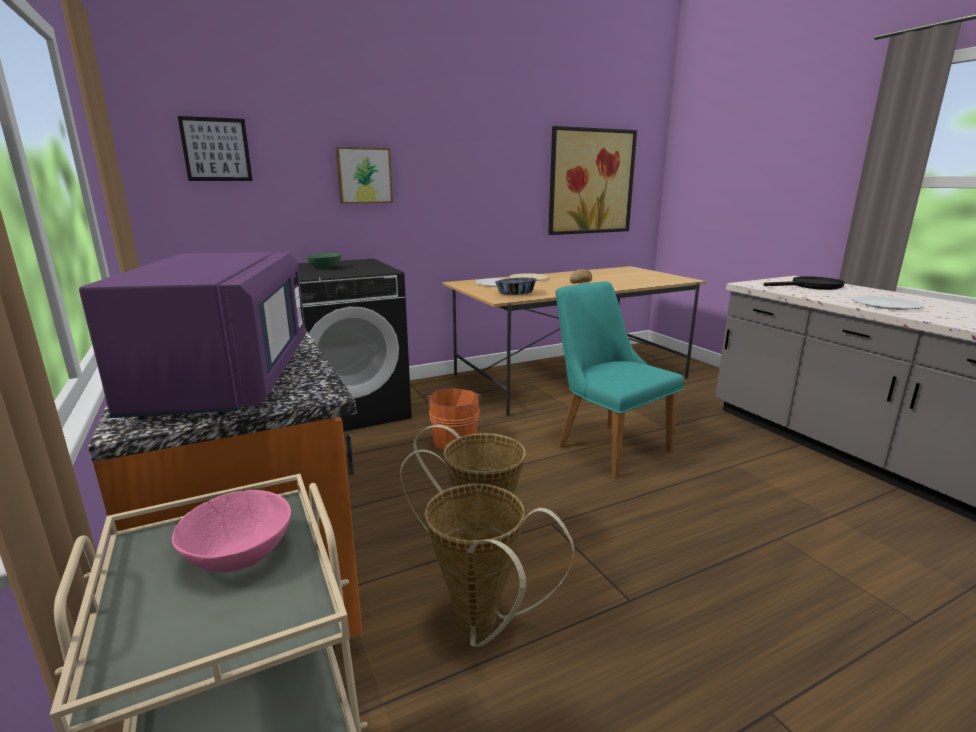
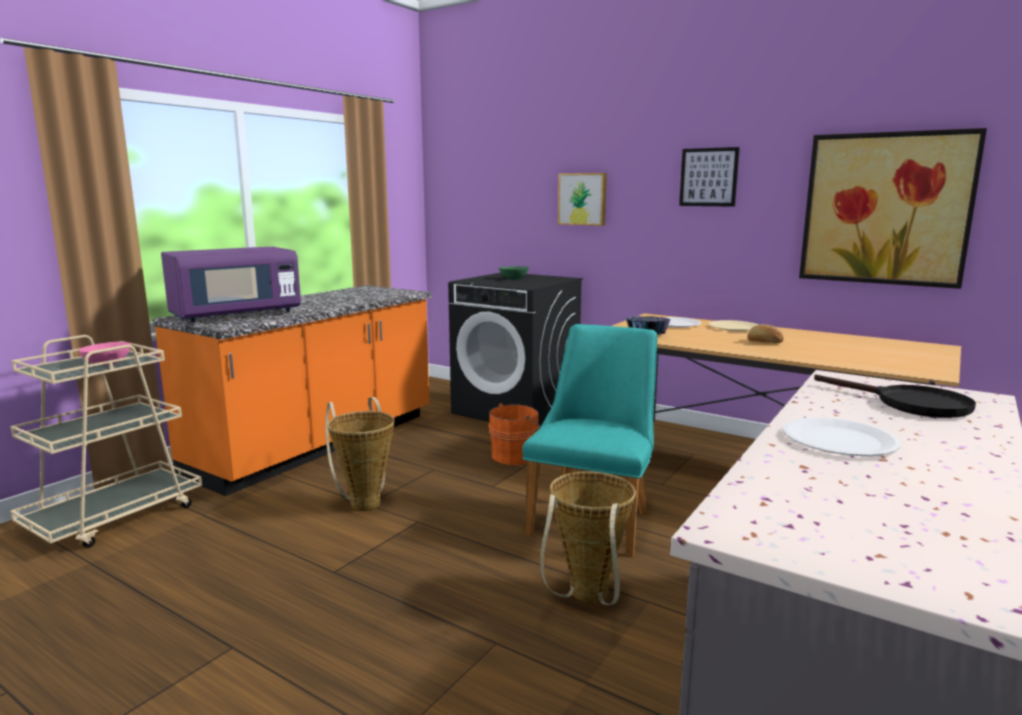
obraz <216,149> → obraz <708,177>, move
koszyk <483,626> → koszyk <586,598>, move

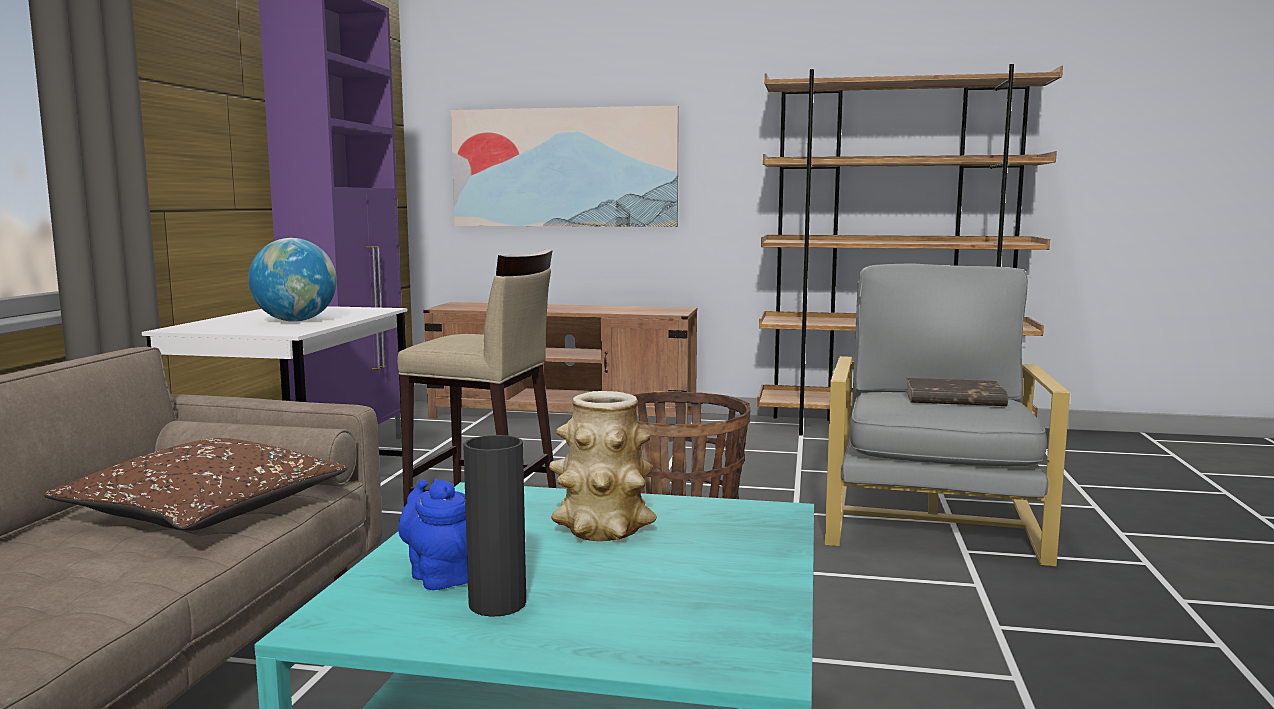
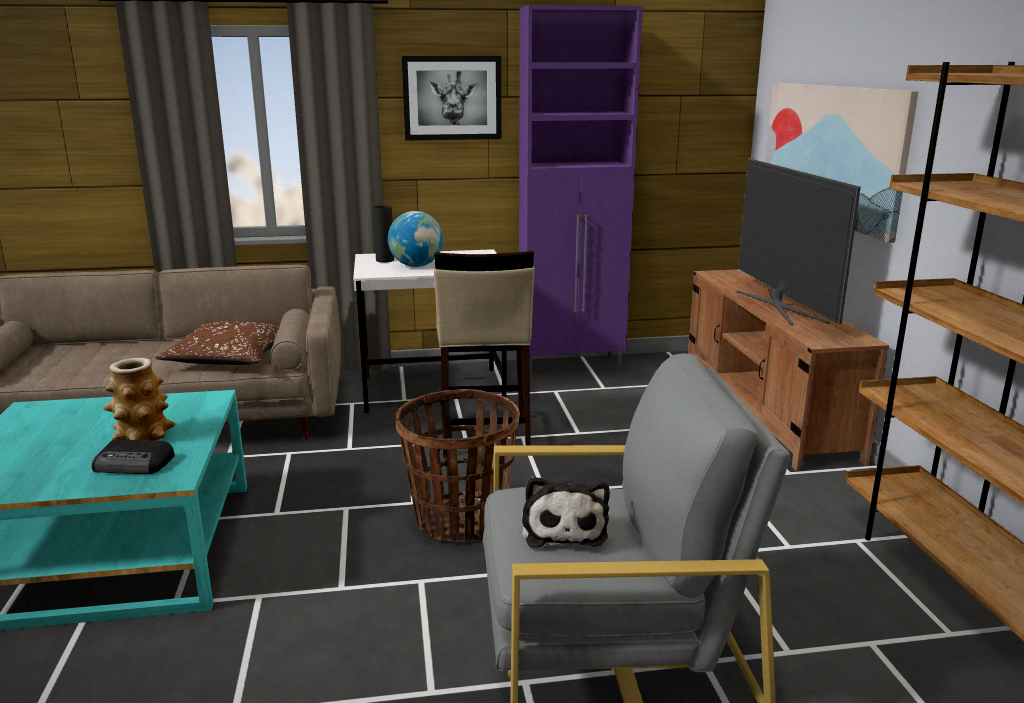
imbryk (niebieski) <440,575> → -
- → radio <134,464>
- → obraz <452,98>
- → telewizor <780,306>
wazon (czarny) <497,604> → wazon (czarny) <385,260>, move
książka (brązowy) <953,399> → pluszak <564,528>

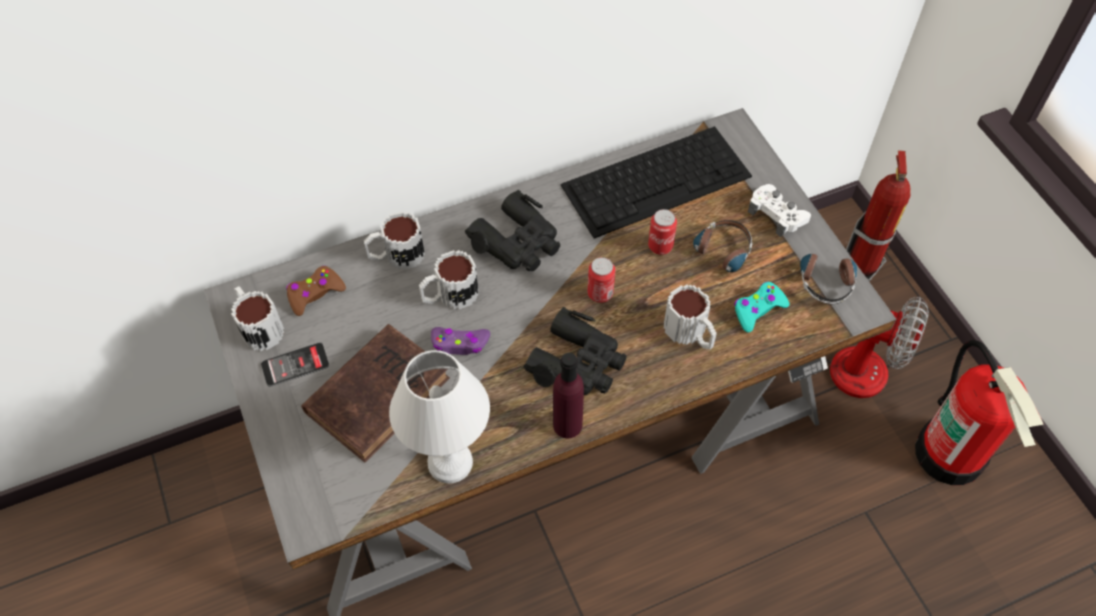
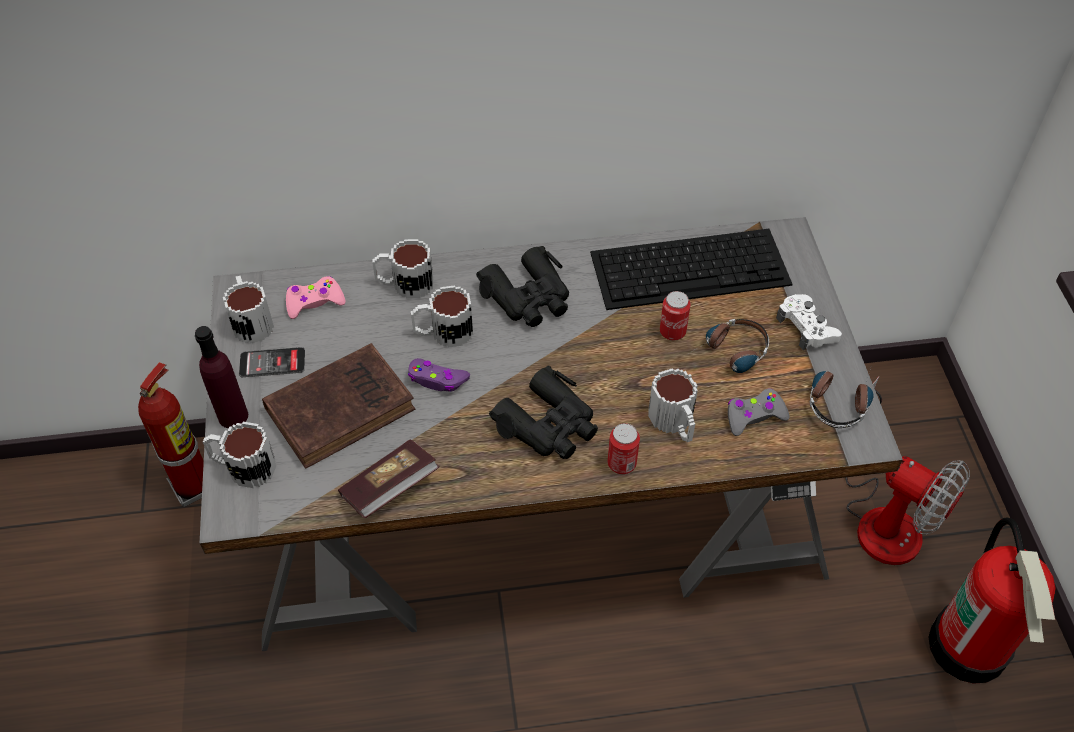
- → kubek <243,467>
butelka (fioletowy) <567,425> → butelka (fioletowy) <233,416>, move
puszka <600,293> → puszka <621,463>, move
gaśnica <862,265> → gaśnica <194,485>, move
lampa stołowa (biały) <452,461> → książka <390,489>
pad do gier (brązowy) <315,294> → pad do gier (różowy) <314,302>
pad do gier (turkusowy) <758,310> → pad do gier (szary) <754,416>

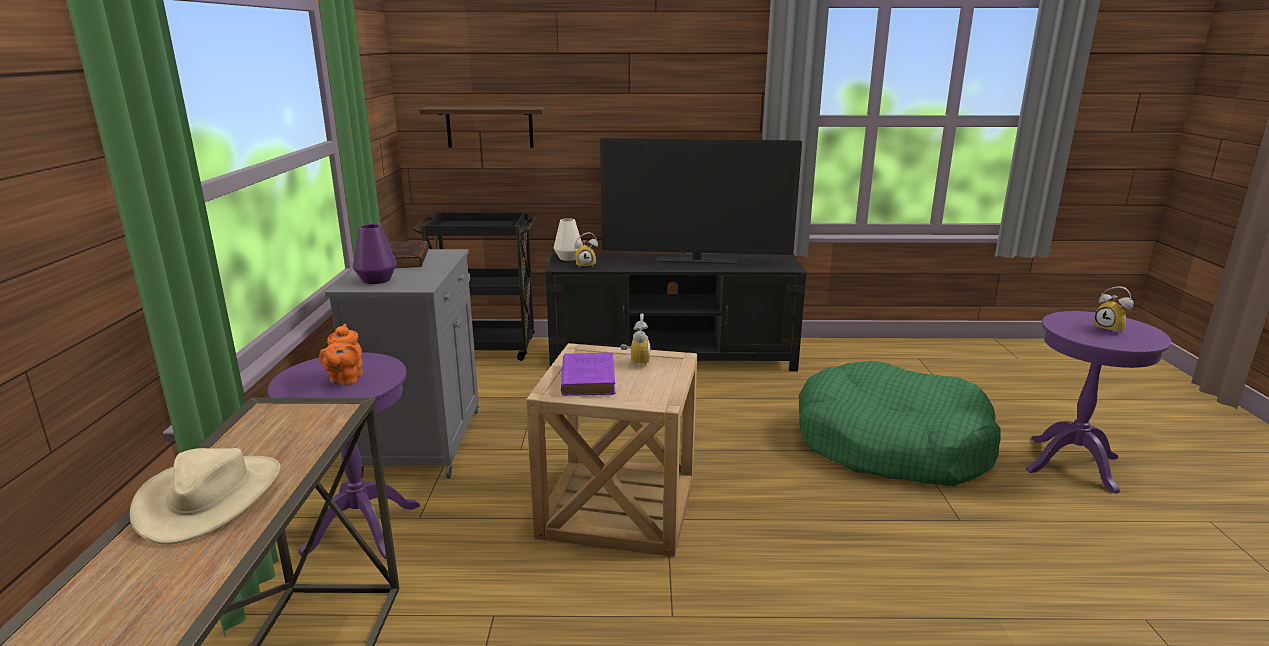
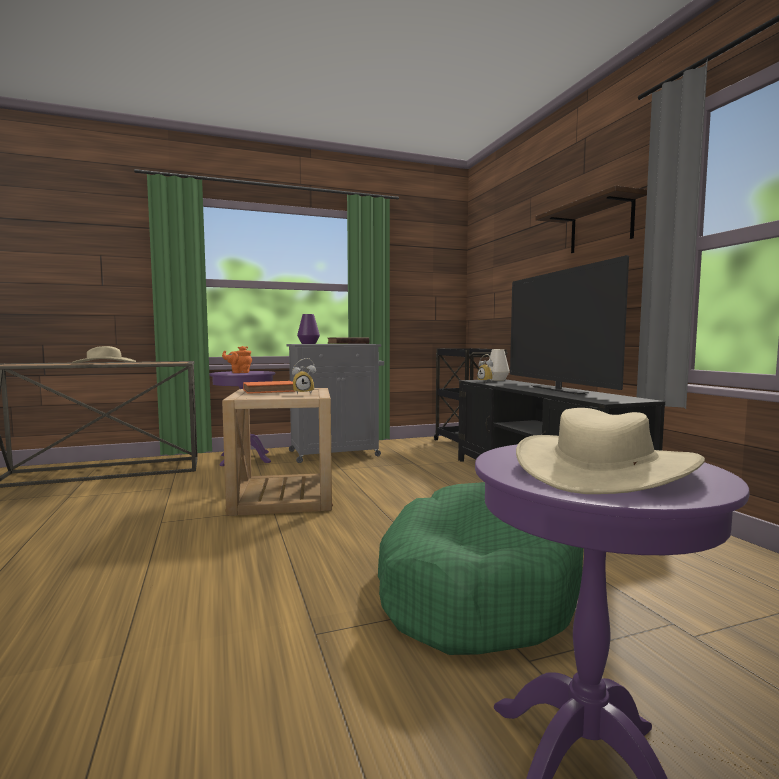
półka <489,126> → półka <601,226>, move
budzik <1111,329> → kapelusz (beżowy) <605,469>
książka (fioletowy) <588,378> → książka (pomarańczowy) <271,391>

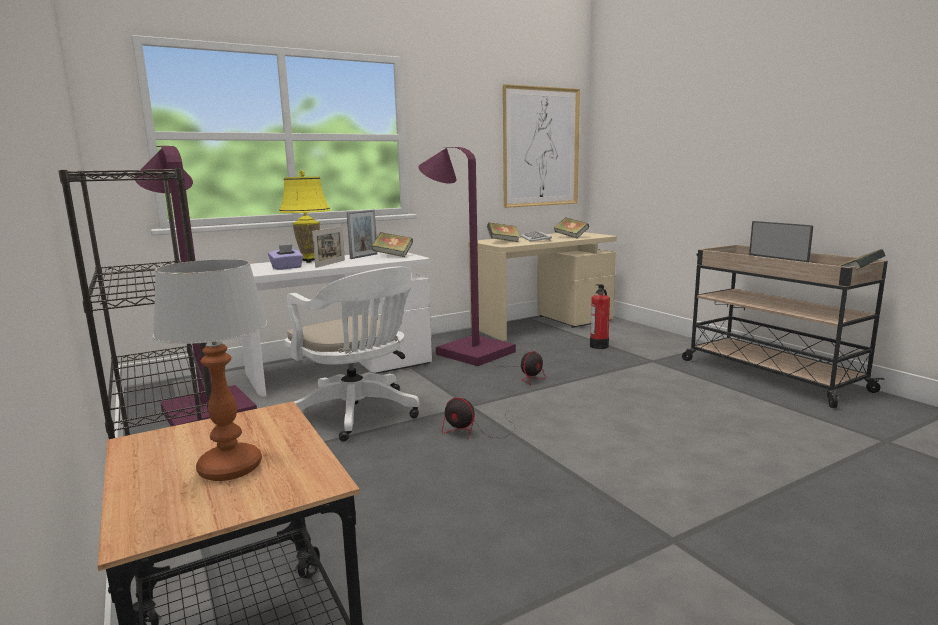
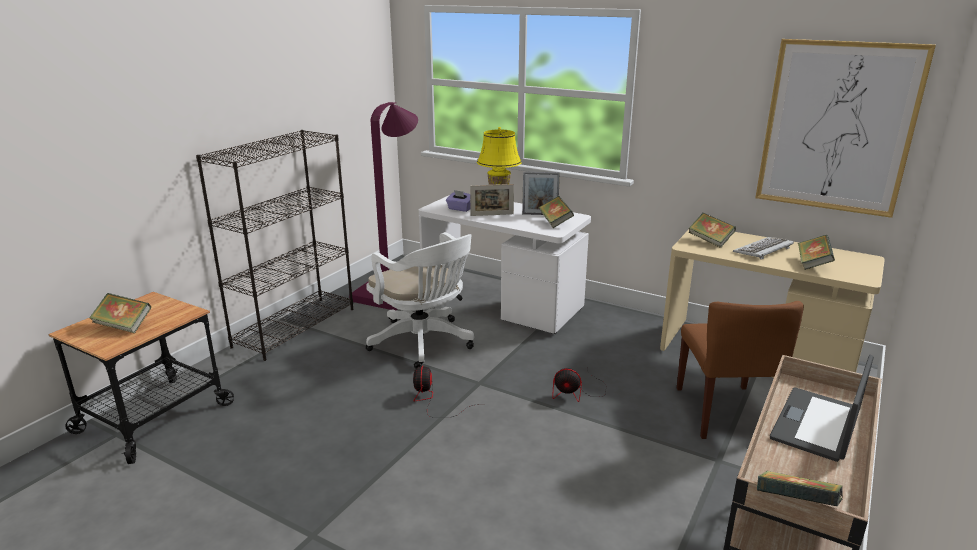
lampa stojąca (fioletowy) <467,351> → -
lampa stołowa <231,468> → książka <124,326>
gaśnica <599,346> → krzesło (brązowy) <725,412>
krzesło biurowe (biały) <358,414> → krzesło biurowe (biały) <424,344>, 60 degrees counterclockwise

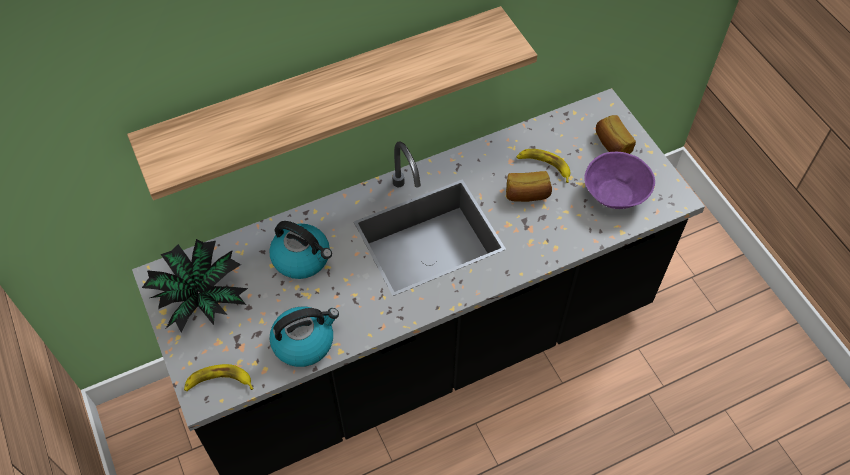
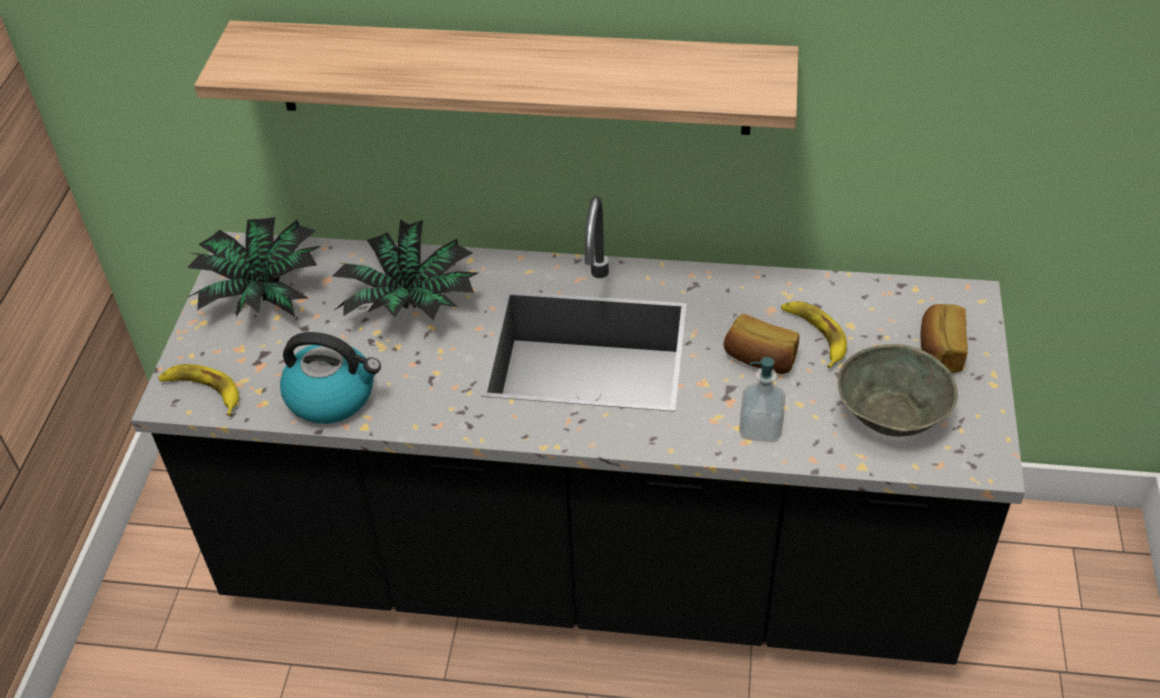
- → dozownik mydła <760,428>
czajnik <302,258> → roślina doniczkowa <410,304>
miska (fioletowy) <615,195> → miska (szary) <891,416>

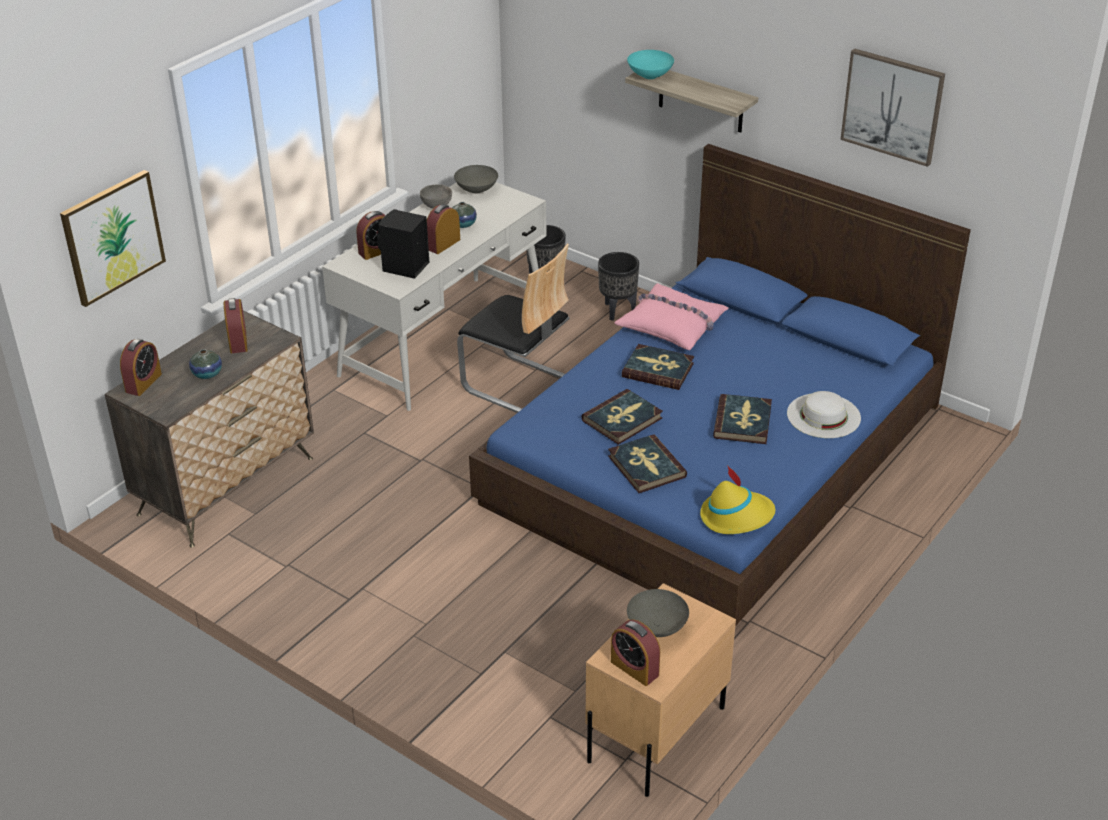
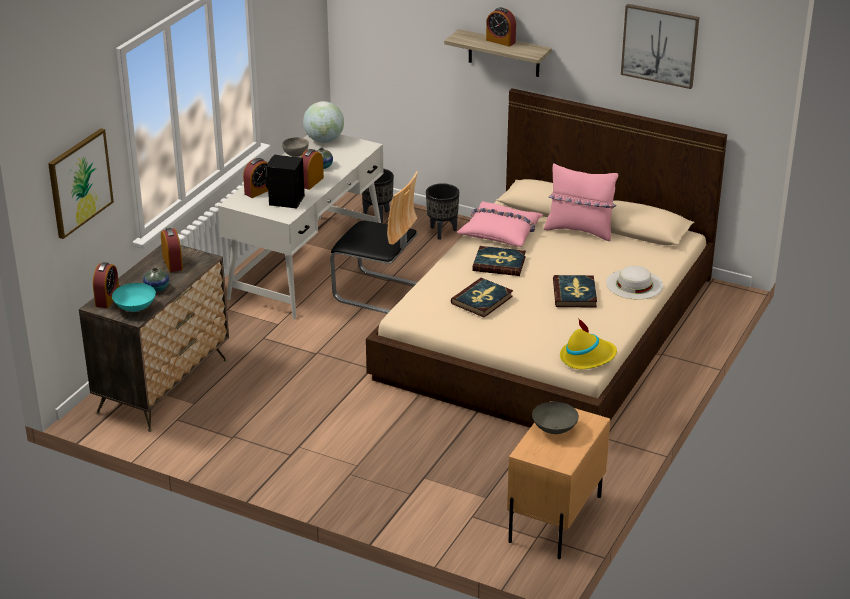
książka <646,467> → -
- → poduszka (różowy) <579,230>
budzik <634,668> → budzik <500,41>, move
miska (turkusowy) <649,76> → miska (turkusowy) <135,308>, move
miska (szary) <476,189> → globus <324,140>
łóżko (niebieski) <715,453> → łóżko (beżowy) <547,327>

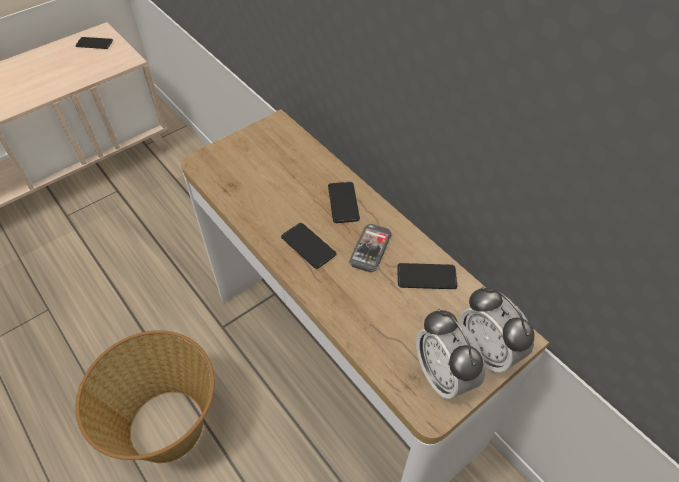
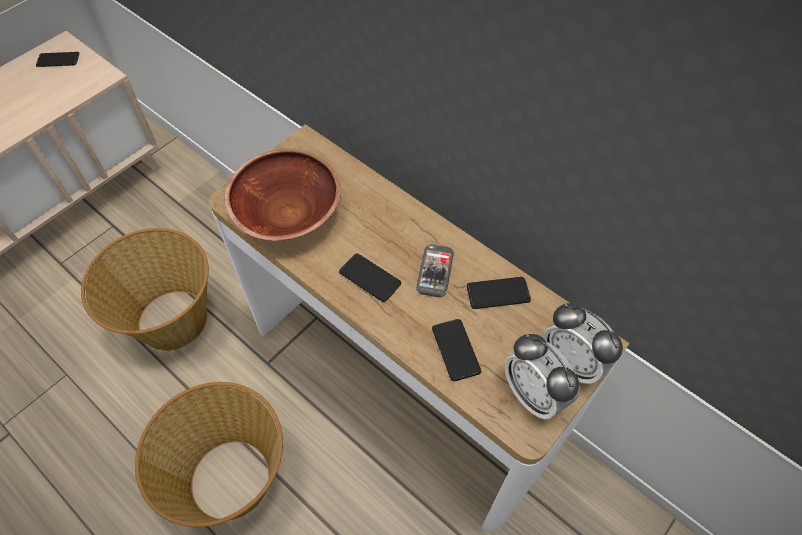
- → koszyk <171,320>
- → miska (brązowy) <287,213>
telefon <343,203> → telefon <455,350>, move

